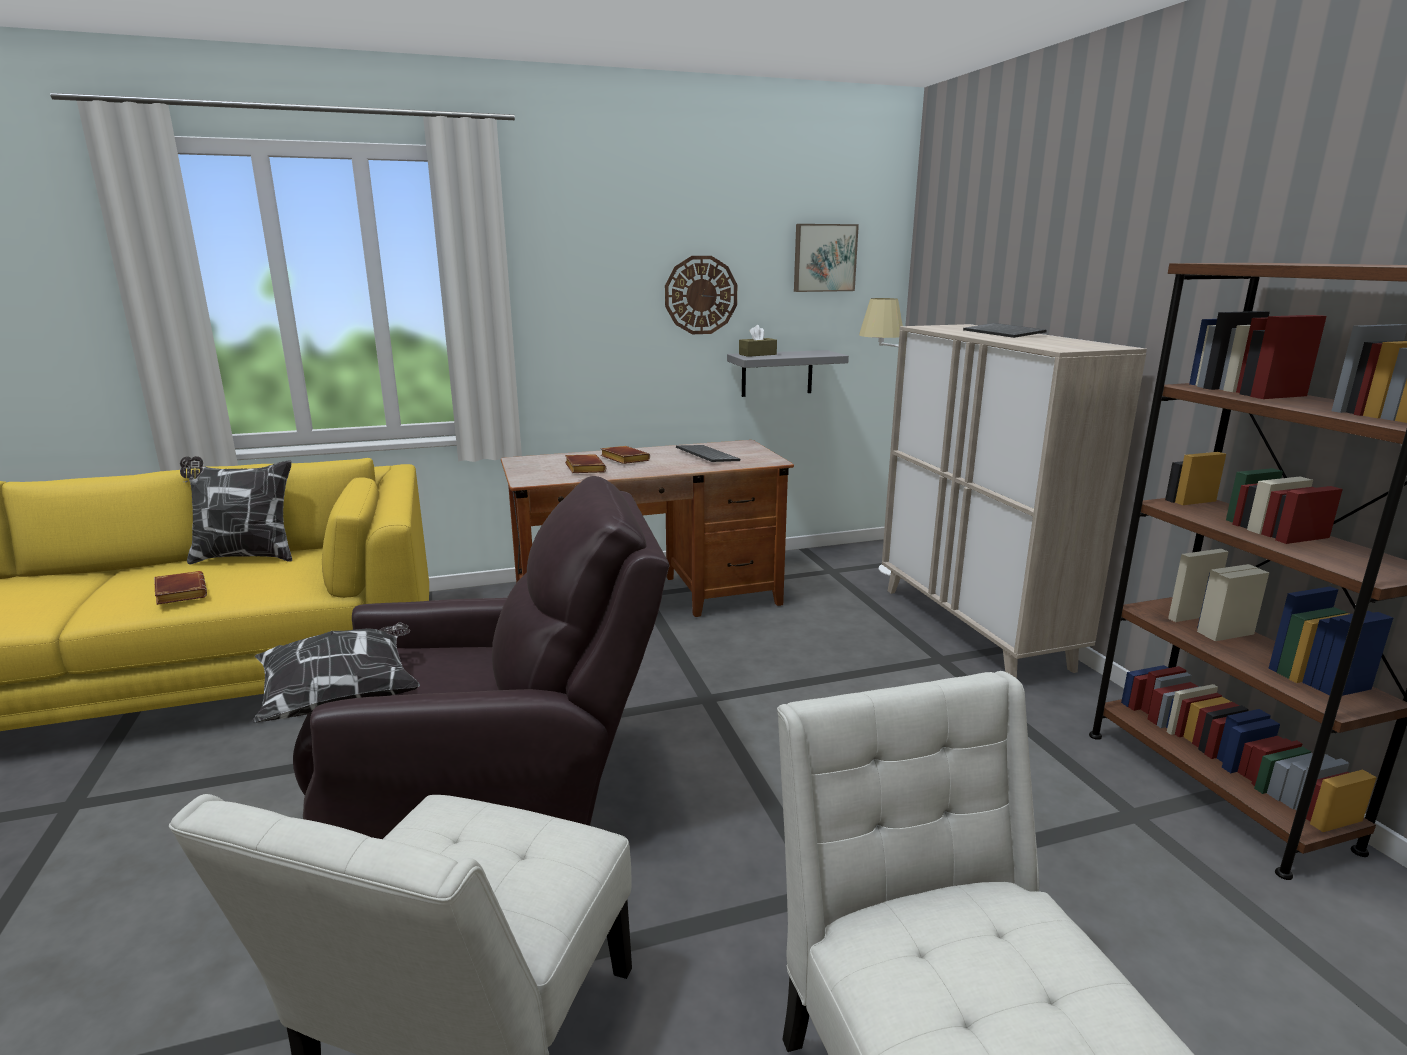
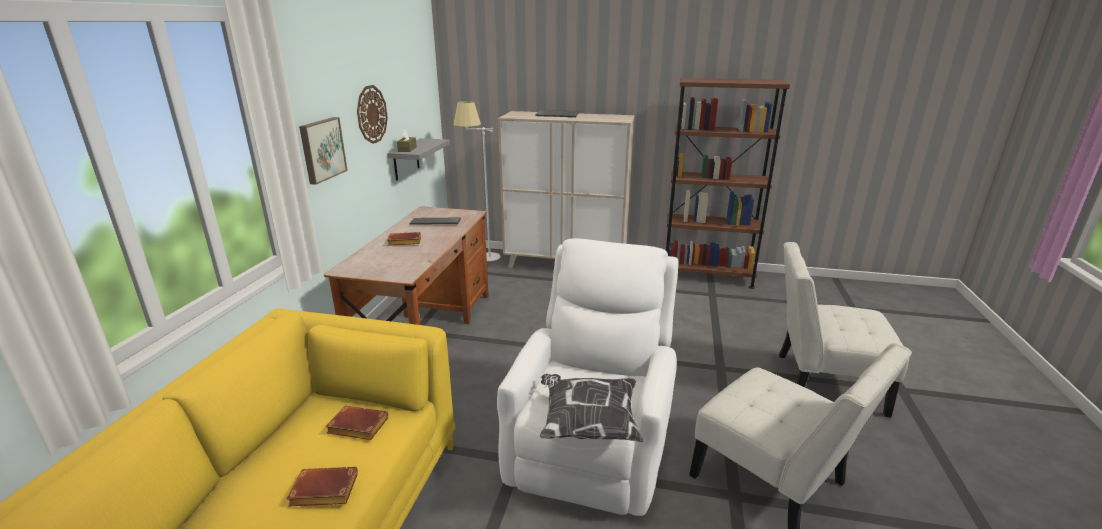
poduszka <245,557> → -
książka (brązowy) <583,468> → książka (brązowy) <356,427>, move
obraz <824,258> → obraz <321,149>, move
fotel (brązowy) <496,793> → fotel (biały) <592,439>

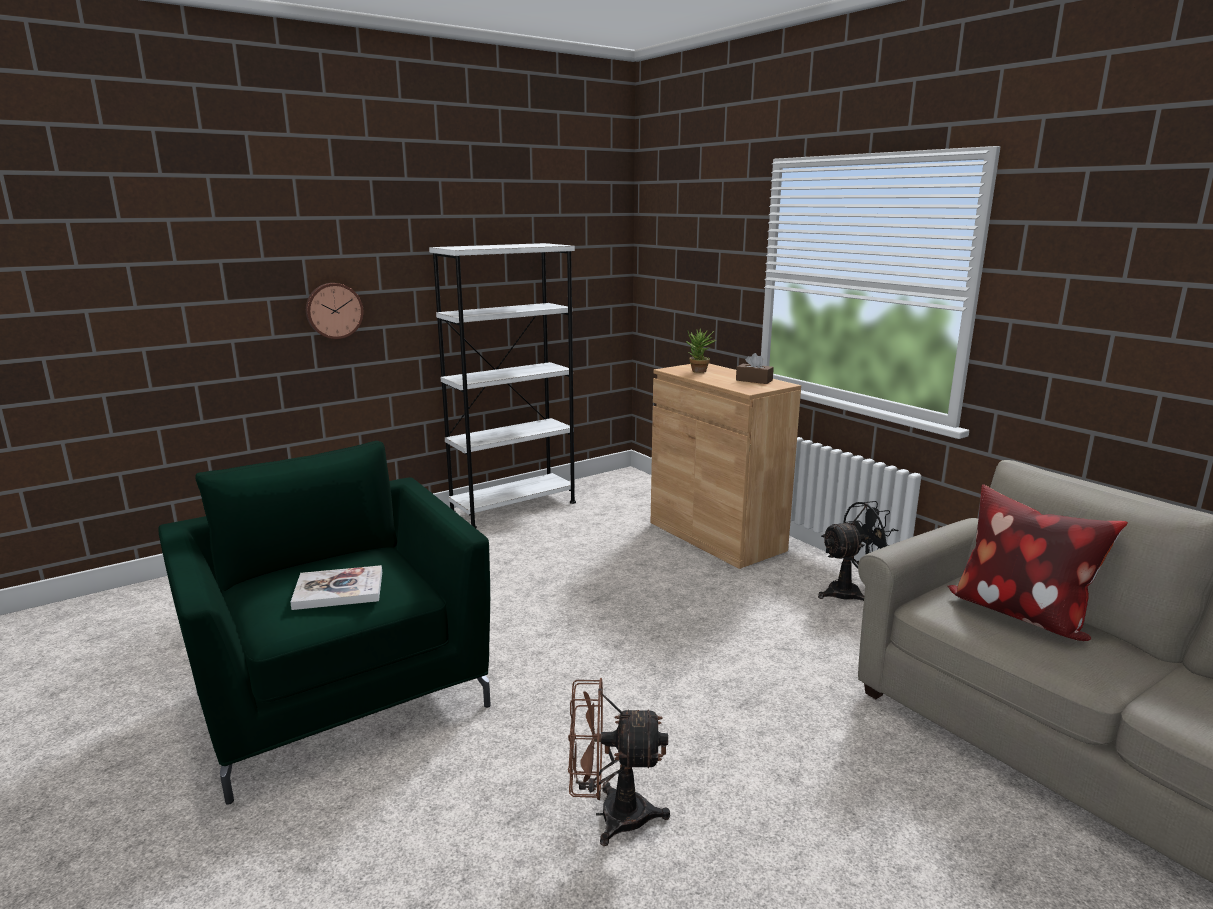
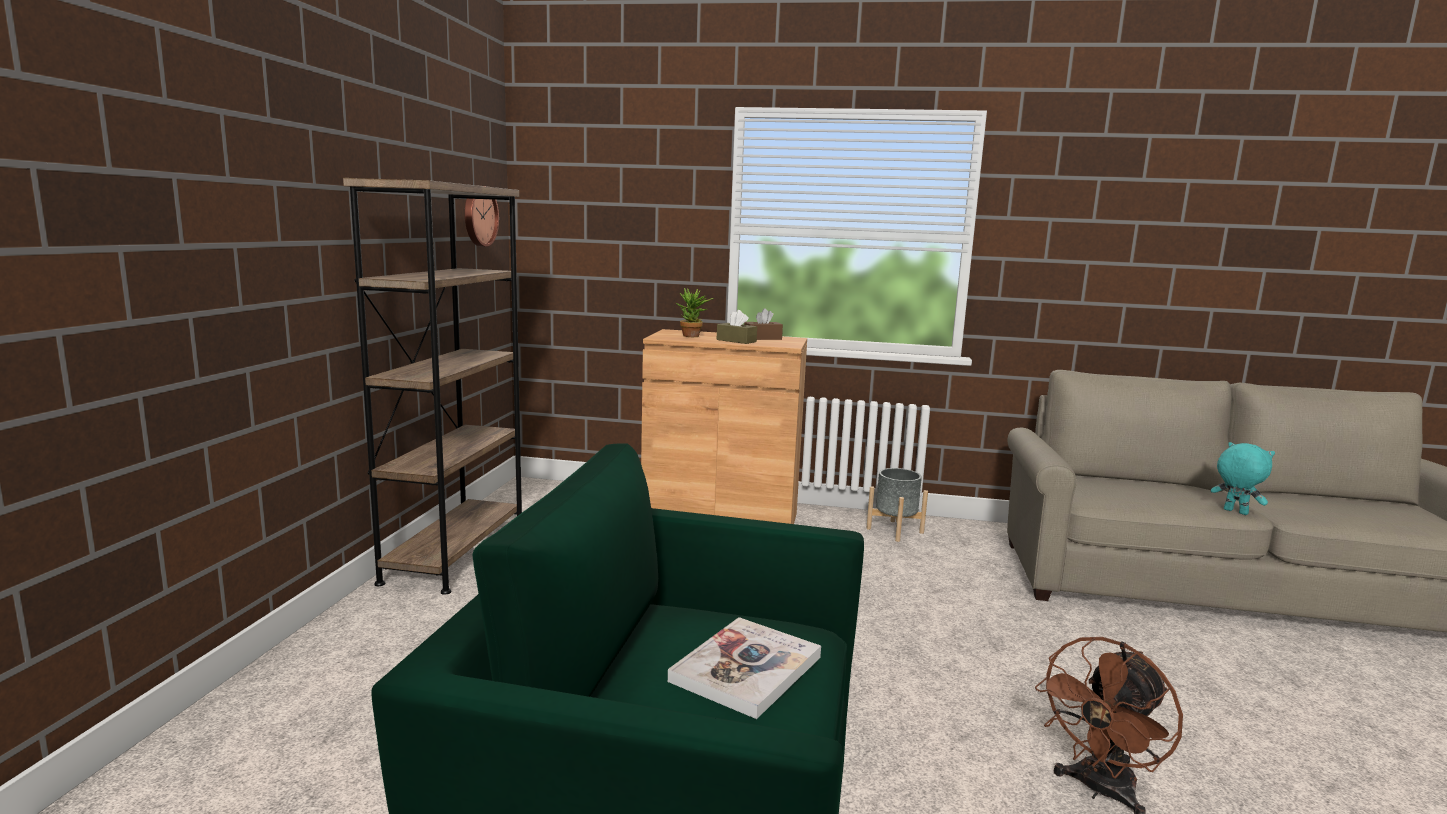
poduszka <1019,613> → -
- → pudełko chusteczek (brązowy) <736,341>
- → pluszak (turkusowy) <1234,512>
zegar ścienny <333,310> → zegar ścienny <478,216>, move
wentylator (czarny) <851,593> → donica (szary) <895,530>
regał (biały) <513,507> → regał (brązowy) <456,553>

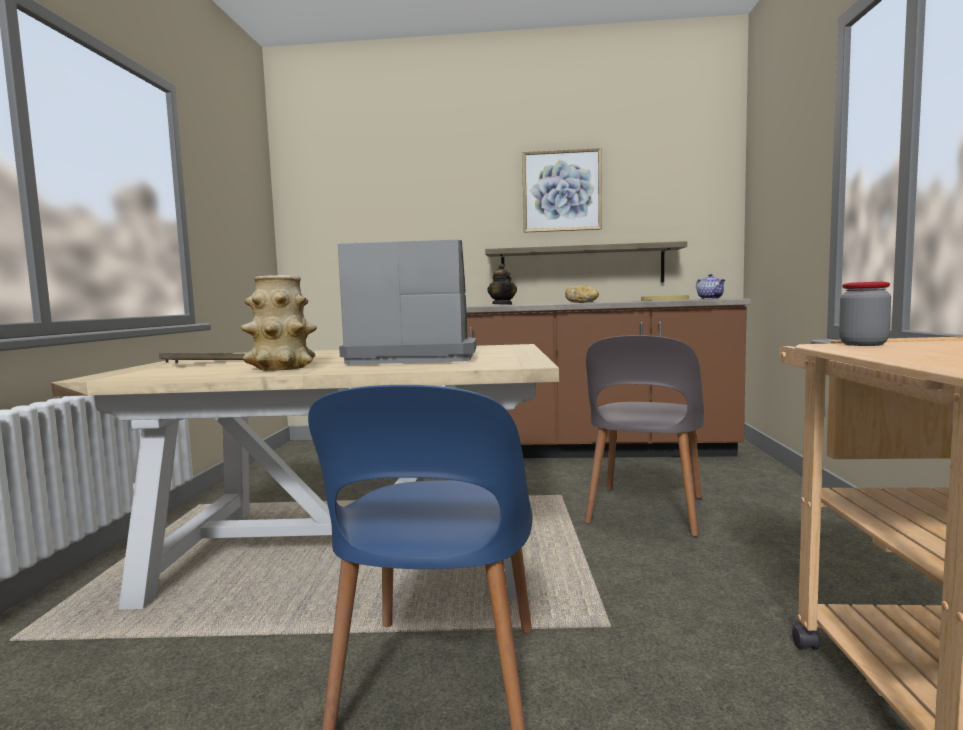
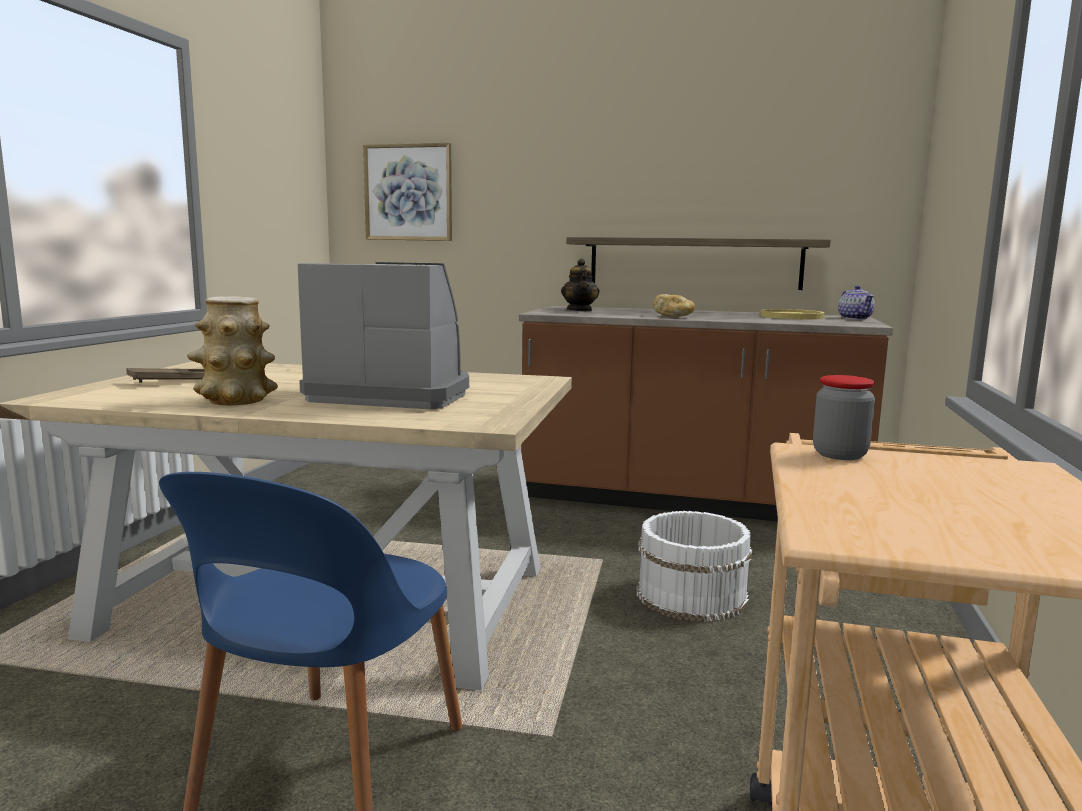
obraz <561,191> → obraz <408,192>, move
krzesło (szary) <645,511> → wiadro (biały) <690,595>

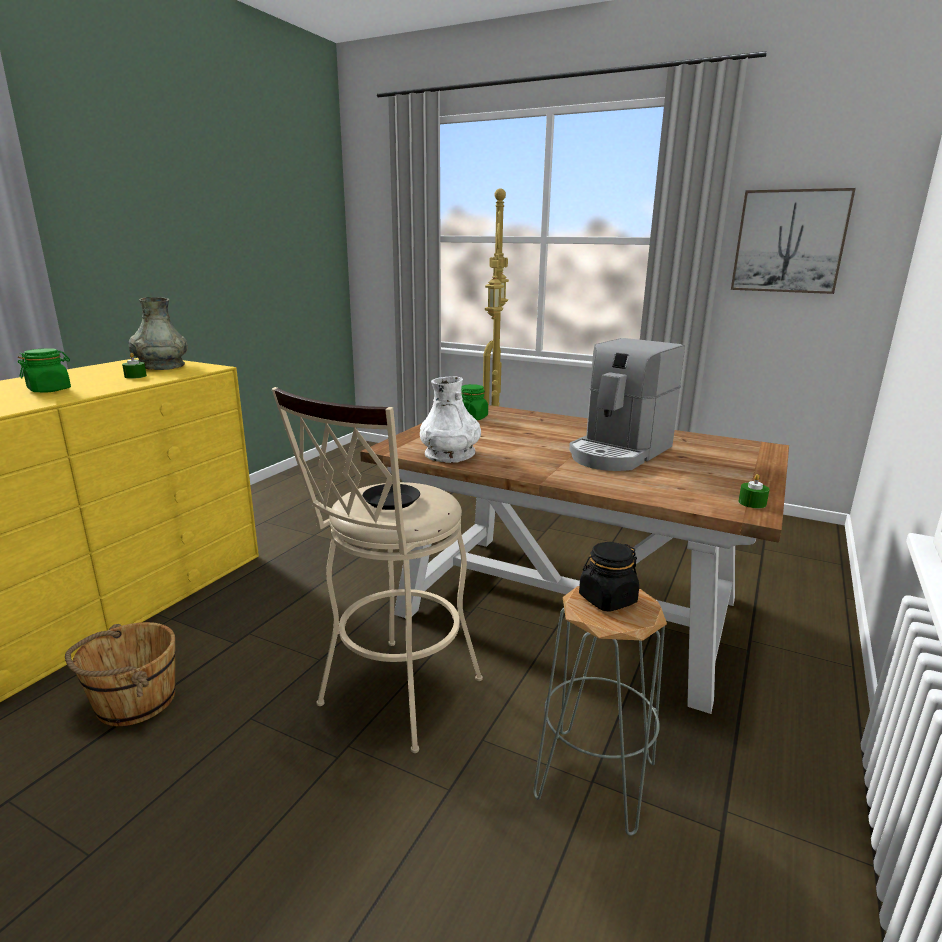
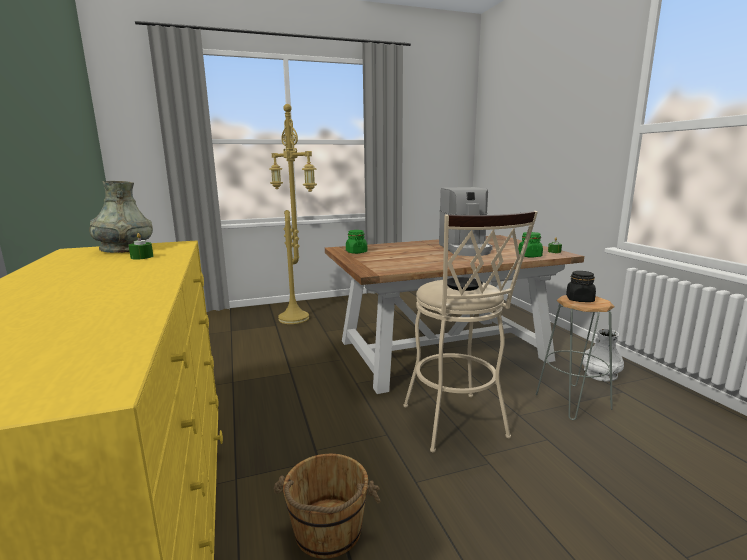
obraz <789,241> → -
słoik (zielony) <50,390> → słoik (zielony) <529,256>, move
wazon (biały) <450,454> → wazon (biały) <600,374>, move

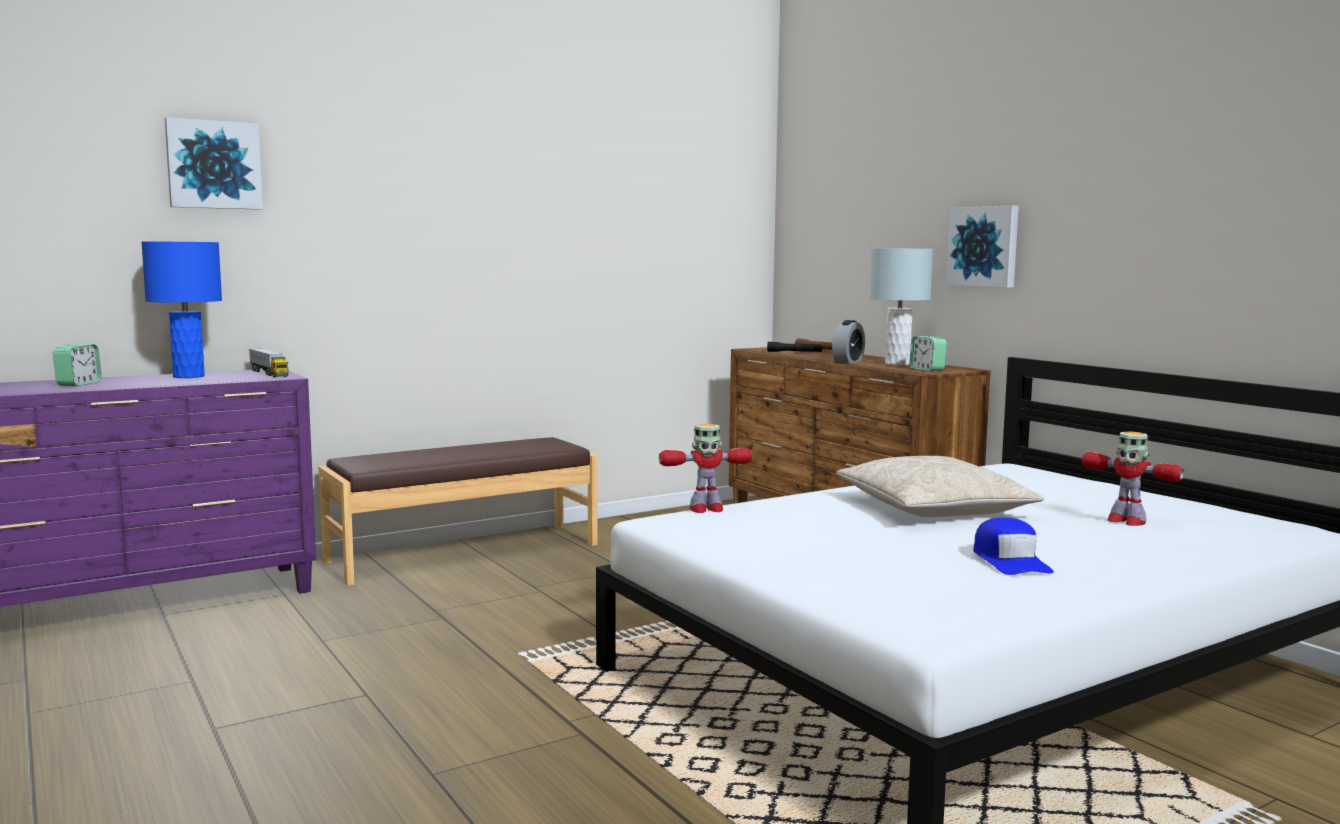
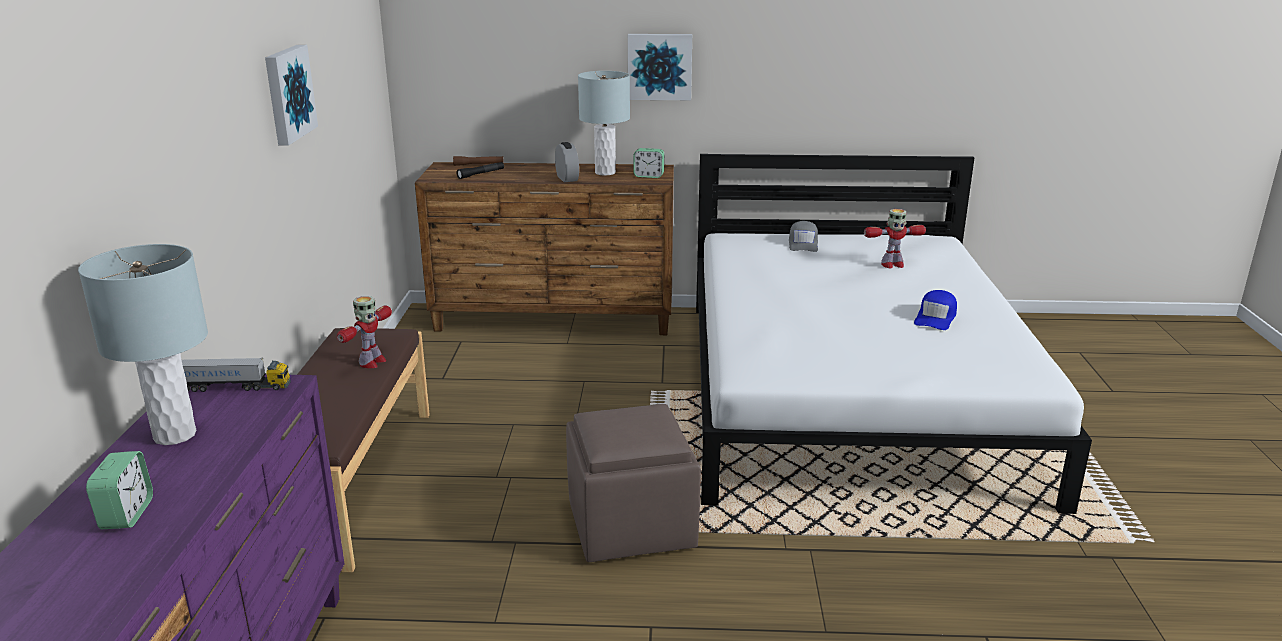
poduszka (beżowy) <933,508> → -
- → pufa (brązowy) <632,525>
- → czapka z daszkiem (szary) <803,243>
obraz <214,165> → obraz <287,93>, move
robot zabawkowy <705,509> → robot zabawkowy <371,362>, move
lampa stołowa (niebieski) <188,376> → lampa stołowa (szary) <175,435>
budzik <79,384> → budzik <127,514>, 45 degrees clockwise
czapka z daszkiem (niebieski) <1010,561> → czapka z daszkiem (niebieski) <936,317>, 90 degrees clockwise

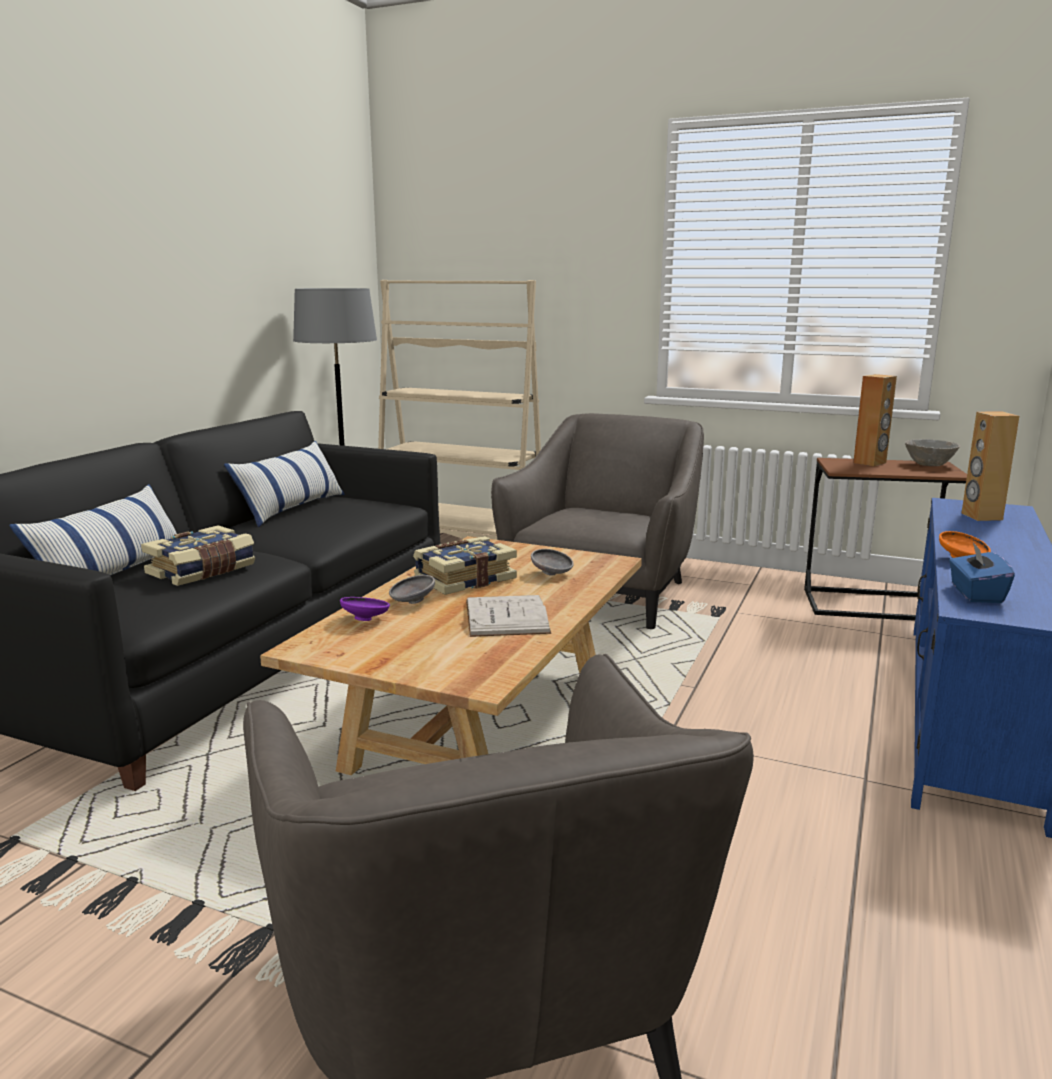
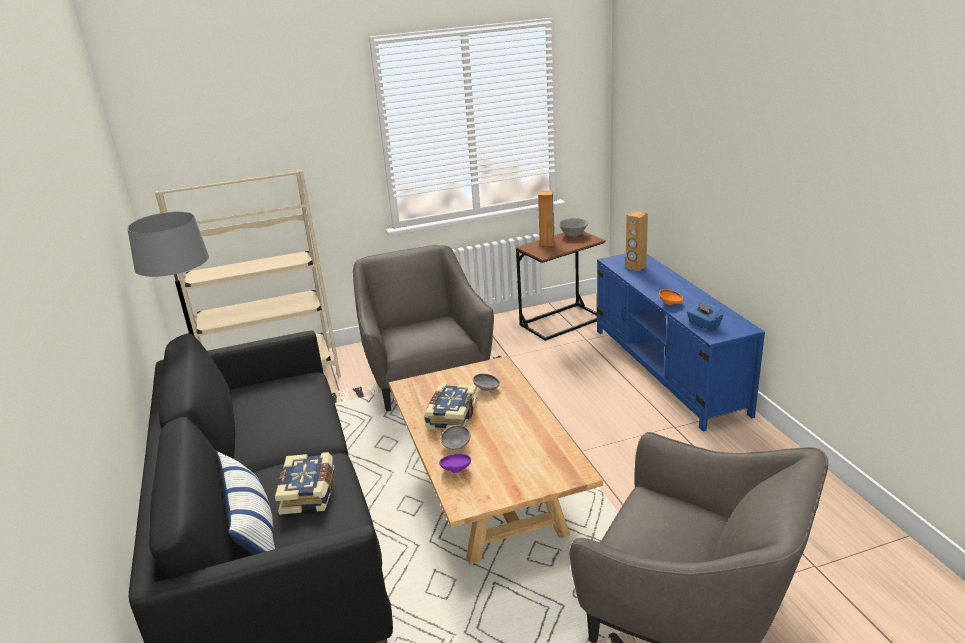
poduszka <292,508> → -
książka (biały) <506,616> → -

